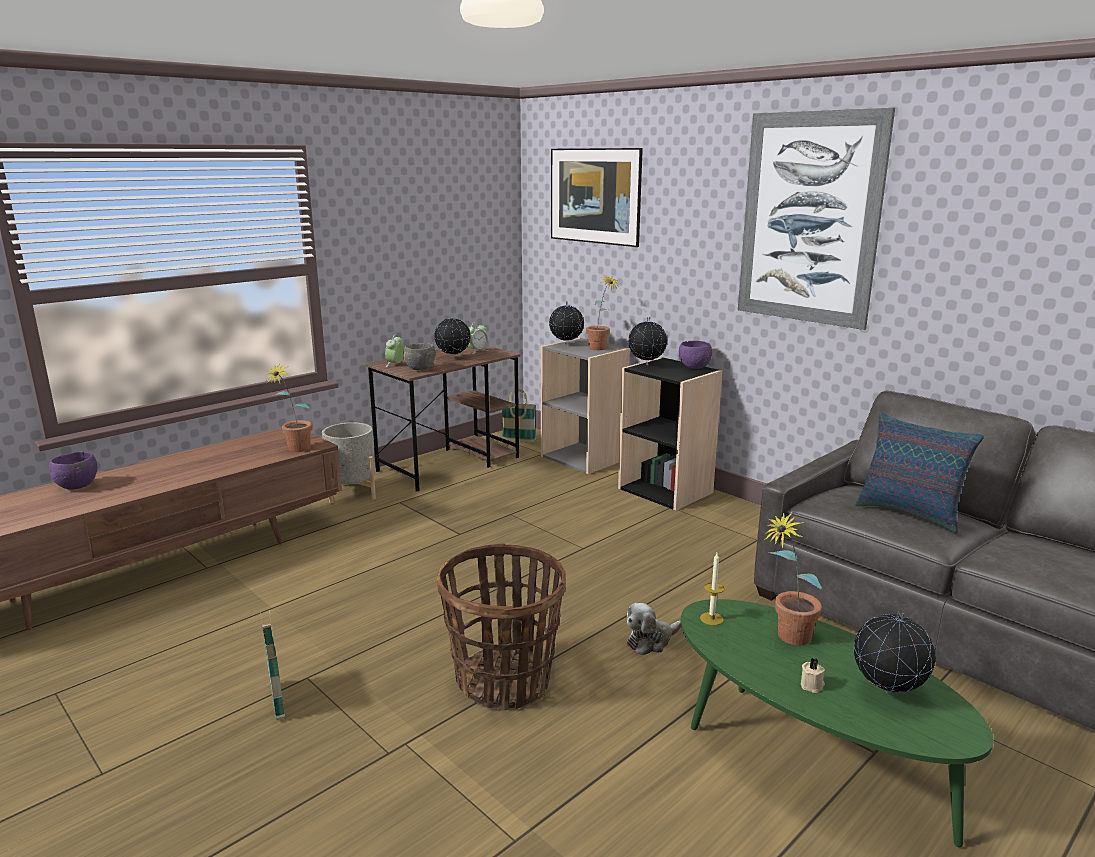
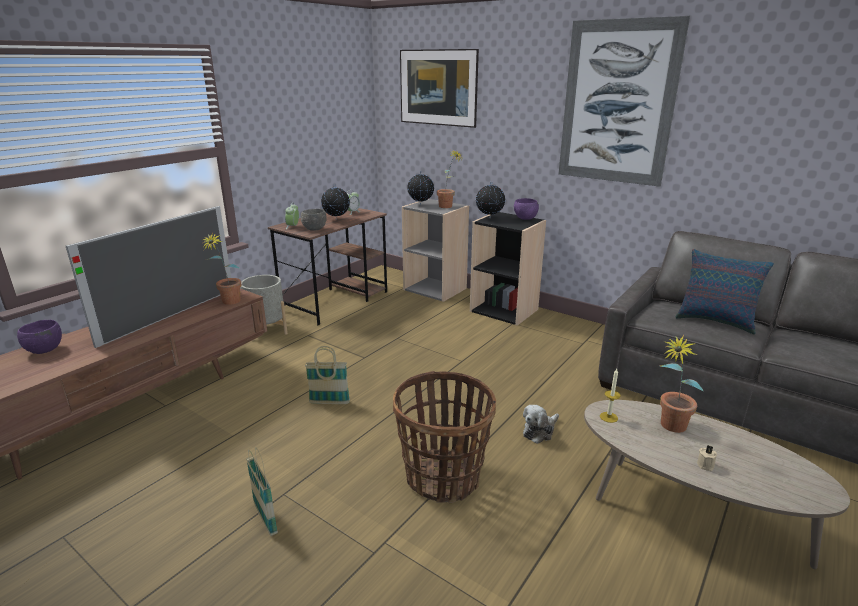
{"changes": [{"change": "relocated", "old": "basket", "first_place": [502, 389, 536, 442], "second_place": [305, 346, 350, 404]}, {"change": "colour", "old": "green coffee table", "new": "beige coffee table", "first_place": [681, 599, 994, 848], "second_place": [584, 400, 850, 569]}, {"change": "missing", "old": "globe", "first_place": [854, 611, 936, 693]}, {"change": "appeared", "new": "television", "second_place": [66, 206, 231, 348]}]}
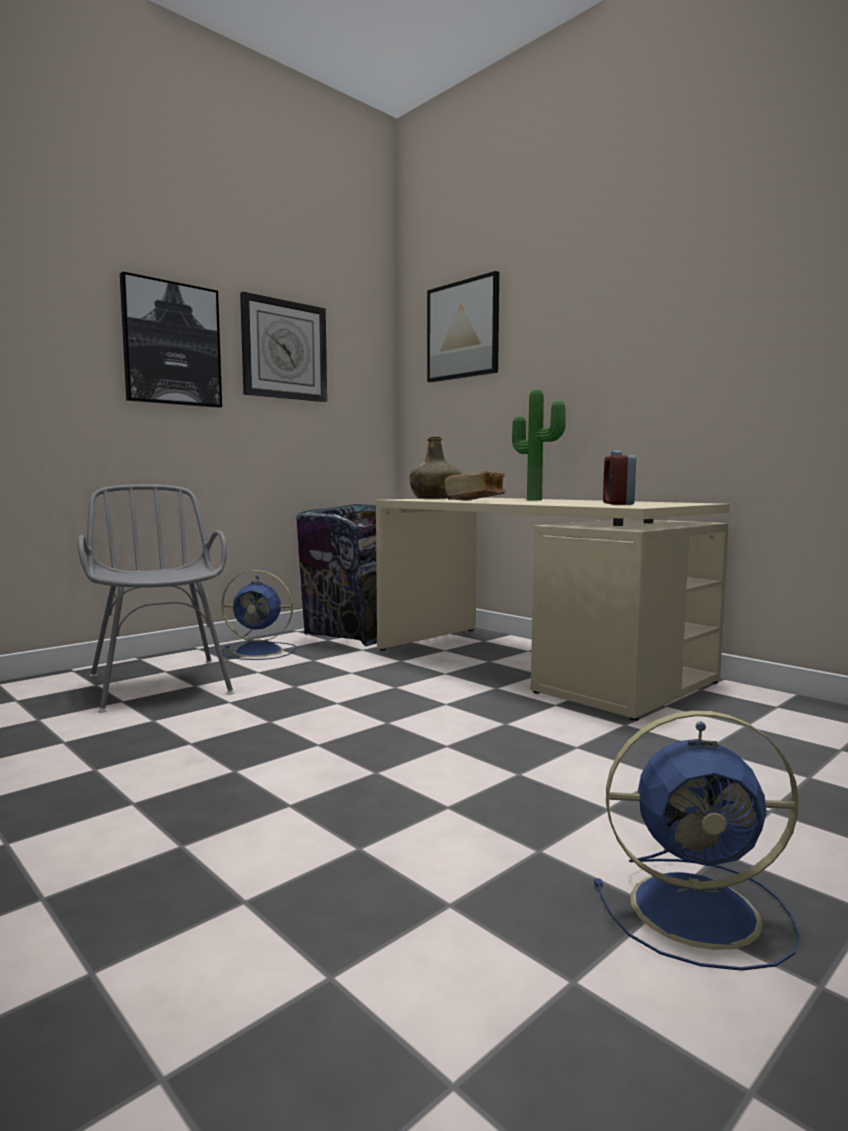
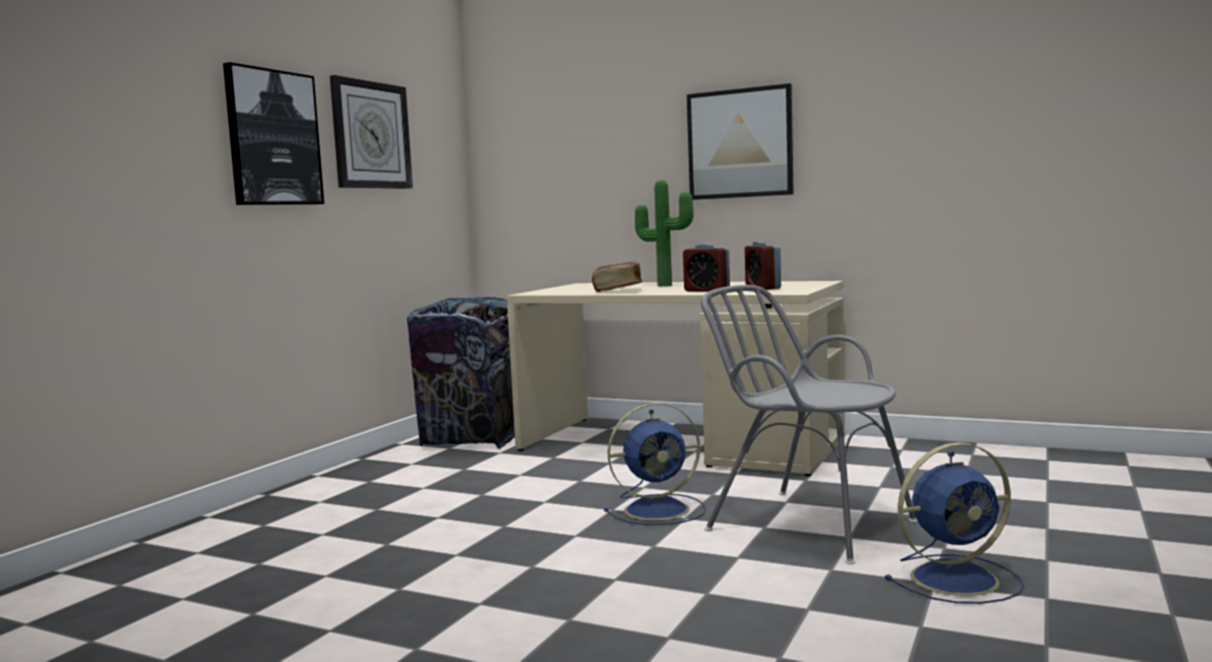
{"changes": [{"change": "relocated", "old": "grey chair", "first_place": [78, 484, 235, 712], "second_place": [701, 285, 918, 564]}, {"change": "relocated", "old": "blue fan", "first_place": [221, 570, 296, 660], "second_place": [604, 403, 706, 525]}, {"change": "missing", "old": "green bottle", "first_place": [410, 436, 461, 499]}, {"change": "relocated", "old": "picture", "first_place": [427, 271, 499, 383], "second_place": [687, 83, 794, 200]}, {"change": "appeared", "new": "alarm clock", "second_place": [683, 244, 730, 292]}]}
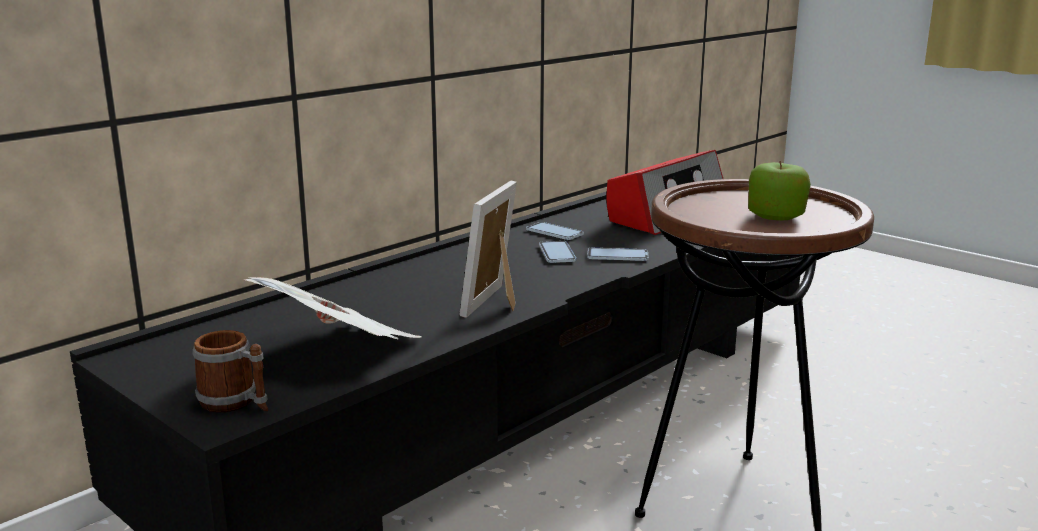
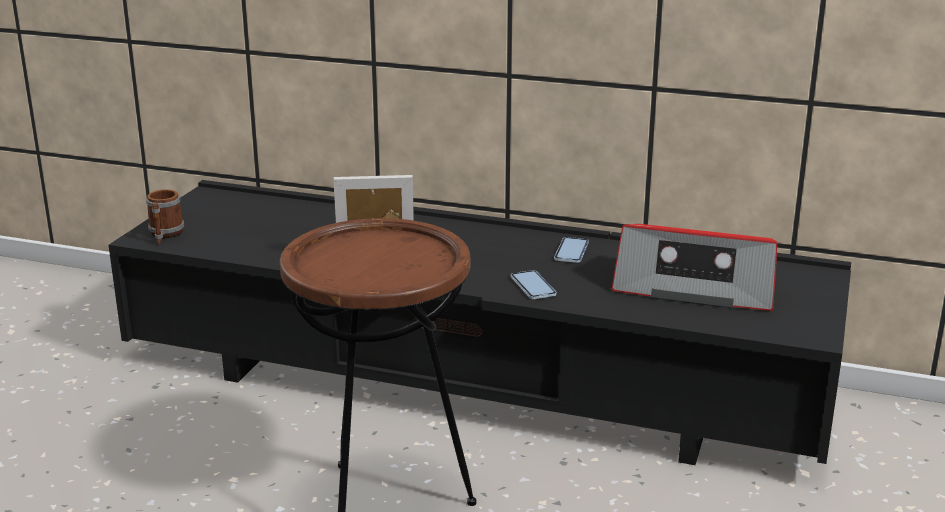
{"changes": [{"change": "missing", "old": "newspaper", "first_place": [244, 277, 421, 340]}, {"change": "missing", "old": "phone", "first_place": [539, 241, 576, 263]}, {"change": "missing", "old": "apple", "first_place": [748, 161, 811, 220]}]}
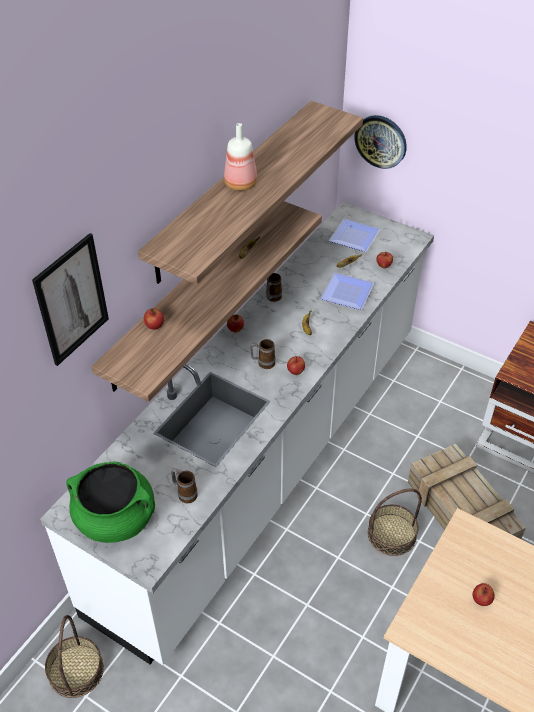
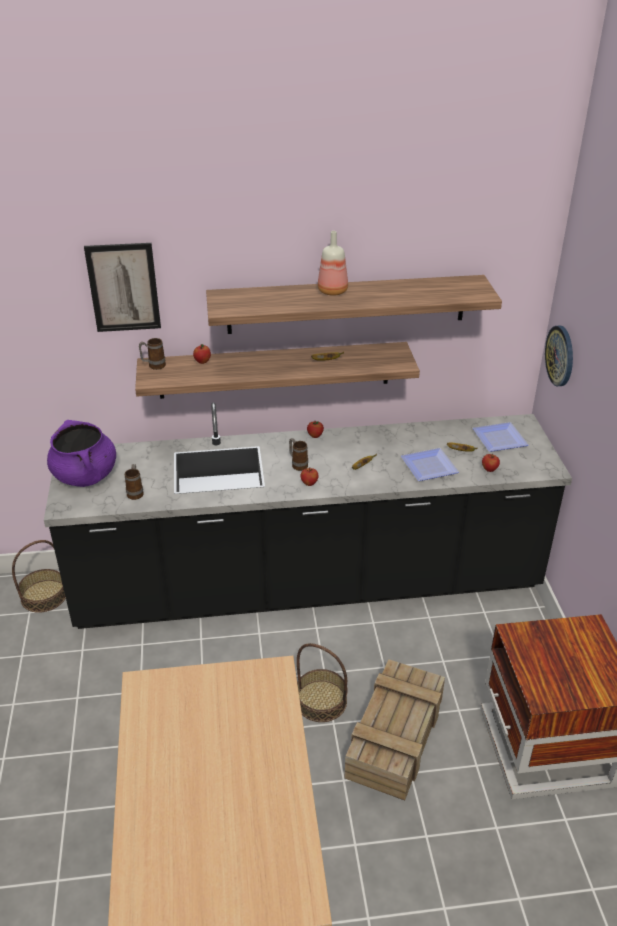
{"changes": [{"change": "colour", "old": "white counter", "new": "black counter", "first_place": [40, 202, 434, 665], "second_place": [44, 403, 572, 629]}, {"change": "colour", "old": "green cooking pot", "new": "purple cooking pot", "first_place": [66, 462, 155, 543], "second_place": [47, 420, 116, 487]}, {"change": "relocated", "old": "mug", "first_place": [266, 273, 282, 302], "second_place": [139, 338, 166, 370]}, {"change": "missing", "old": "apple", "first_place": [473, 583, 495, 606]}]}
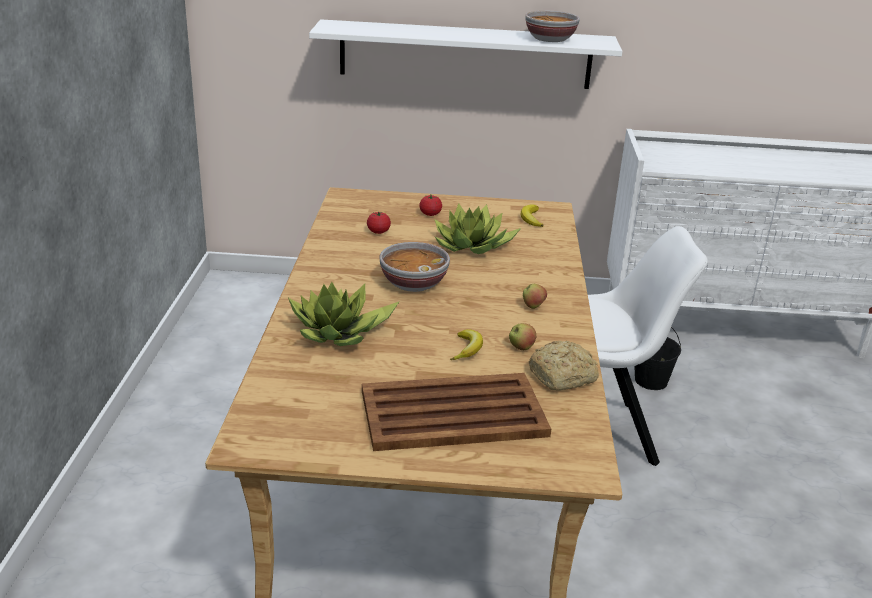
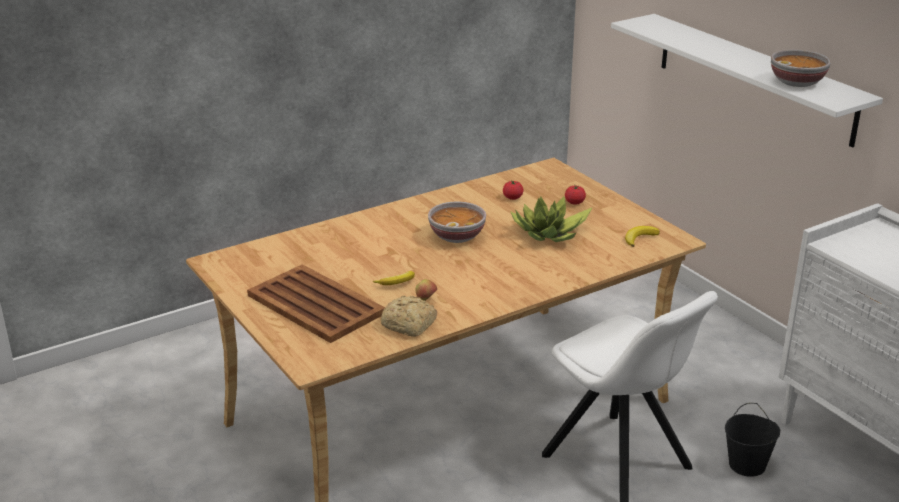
{"changes": [{"change": "missing", "old": "potted plant", "first_place": [288, 282, 400, 346]}, {"change": "missing", "old": "apple", "first_place": [523, 284, 547, 309]}]}
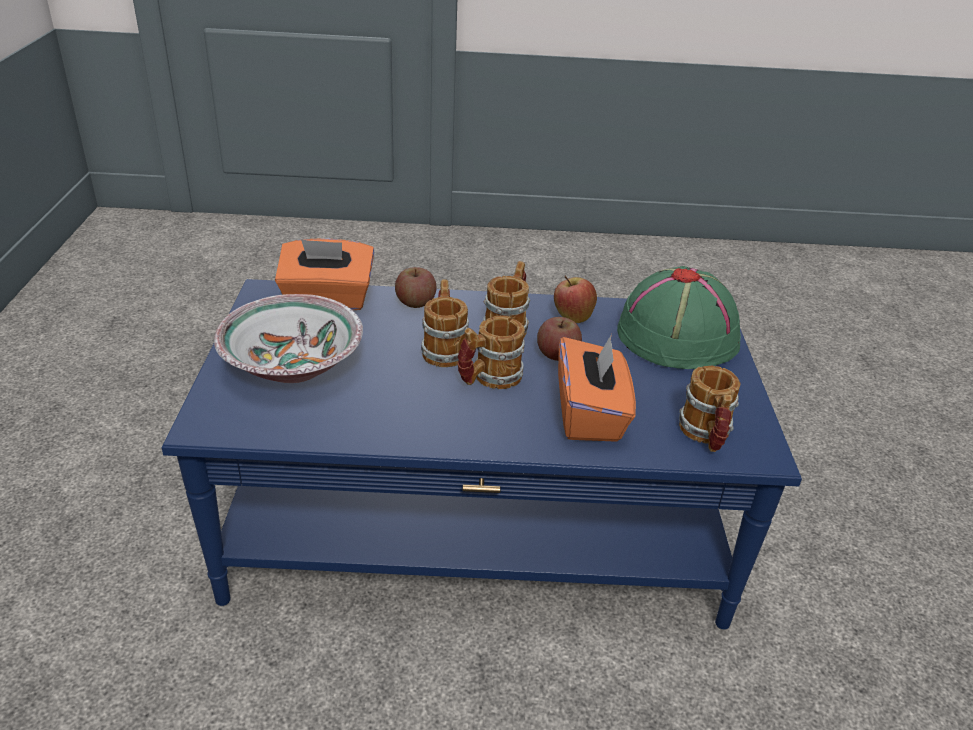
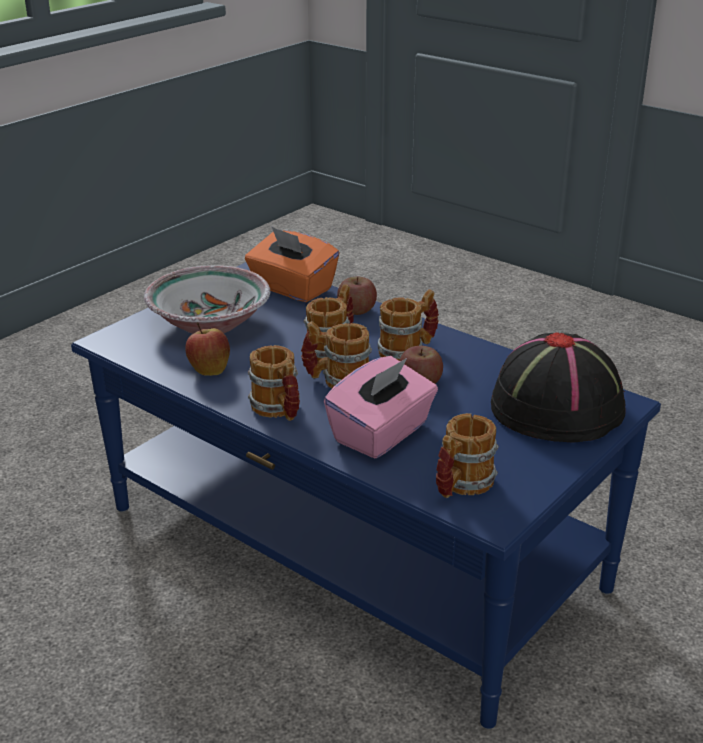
{"changes": [{"change": "relocated", "old": "apple", "first_place": [554, 275, 597, 323], "second_place": [185, 322, 230, 376]}, {"change": "colour", "old": "orange tissue box", "new": "pink tissue box", "first_place": [558, 334, 636, 442], "second_place": [324, 356, 438, 459]}, {"change": "colour", "old": "green hat", "new": "black hat", "first_place": [617, 266, 741, 369], "second_place": [491, 333, 625, 442]}, {"change": "appeared", "new": "mug", "second_place": [248, 345, 300, 421]}]}
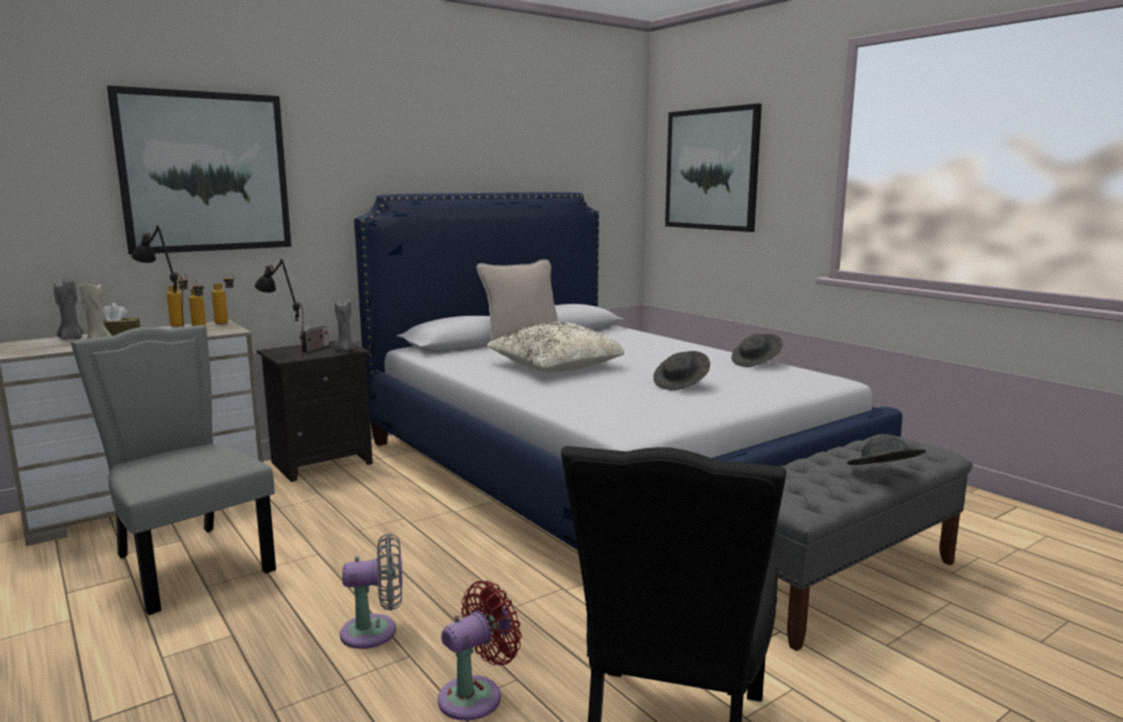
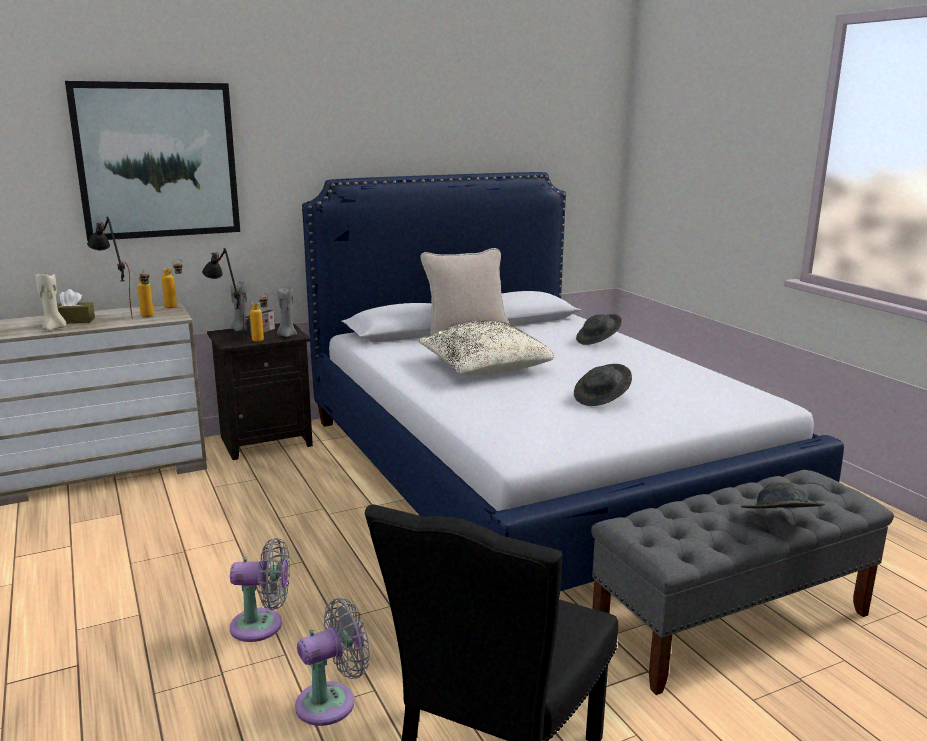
{"changes": [{"change": "relocated", "old": "grey candle", "first_place": [54, 278, 84, 339], "second_place": [231, 281, 247, 332]}, {"change": "missing", "old": "grey chair", "first_place": [71, 325, 276, 615]}, {"change": "relocated", "old": "bottle", "first_place": [167, 274, 188, 327], "second_place": [250, 293, 268, 342]}, {"change": "colour", "old": "red fan", "new": "grey fan", "first_place": [438, 581, 522, 721], "second_place": [295, 598, 370, 726]}, {"change": "missing", "old": "picture", "first_place": [665, 103, 762, 232]}, {"change": "relocated", "old": "grey hat", "first_place": [731, 334, 783, 367], "second_place": [576, 314, 622, 345]}]}
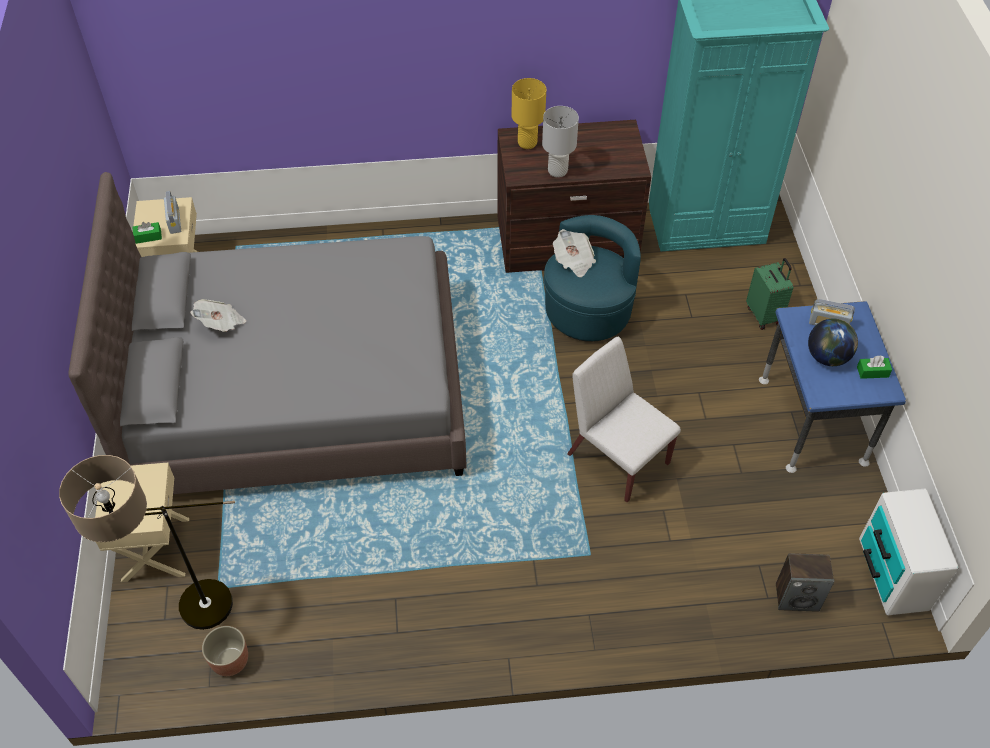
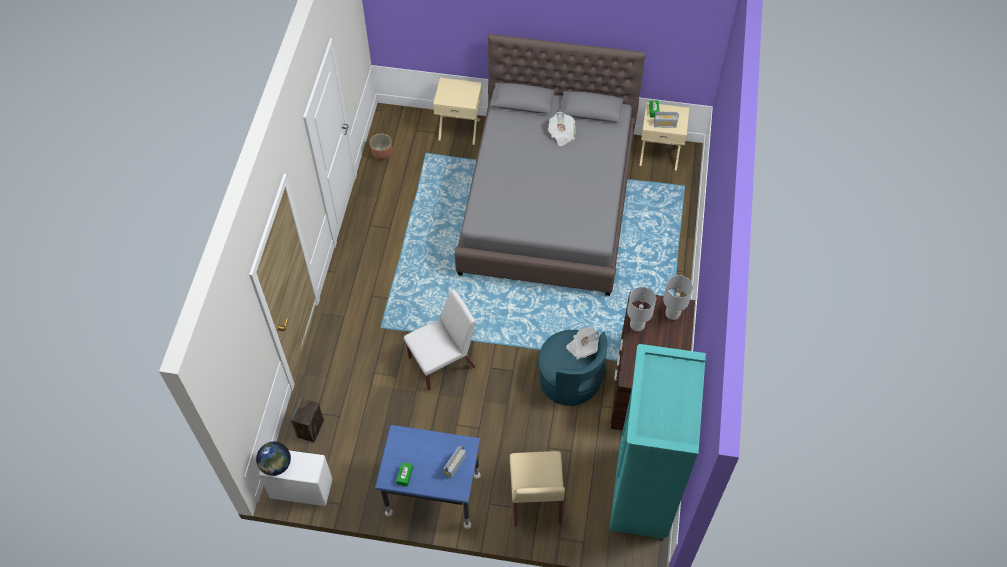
{"changes": [{"change": "missing", "old": "floor lamp", "first_place": [59, 455, 235, 630]}, {"change": "colour", "old": "yellow table lamp", "new": "grey table lamp", "first_place": [512, 78, 546, 149], "second_place": [663, 275, 693, 320]}, {"change": "exchanged", "old": "green suitcase", "new": "beige chair", "first_place": [746, 258, 793, 330], "second_place": [510, 451, 565, 527]}, {"change": "relocated", "old": "globe", "first_place": [808, 319, 858, 366], "second_place": [256, 442, 291, 476]}]}
